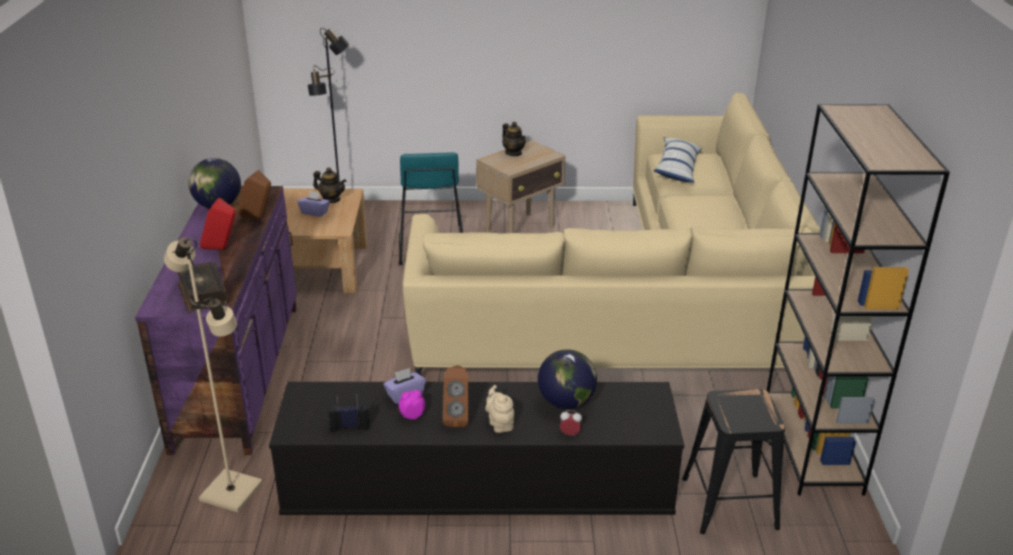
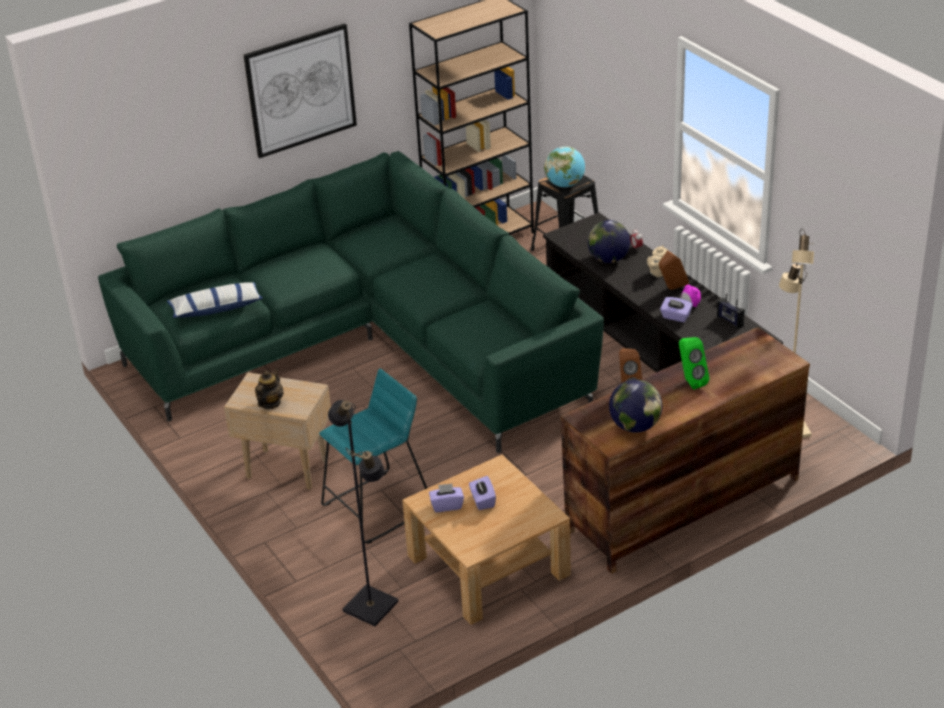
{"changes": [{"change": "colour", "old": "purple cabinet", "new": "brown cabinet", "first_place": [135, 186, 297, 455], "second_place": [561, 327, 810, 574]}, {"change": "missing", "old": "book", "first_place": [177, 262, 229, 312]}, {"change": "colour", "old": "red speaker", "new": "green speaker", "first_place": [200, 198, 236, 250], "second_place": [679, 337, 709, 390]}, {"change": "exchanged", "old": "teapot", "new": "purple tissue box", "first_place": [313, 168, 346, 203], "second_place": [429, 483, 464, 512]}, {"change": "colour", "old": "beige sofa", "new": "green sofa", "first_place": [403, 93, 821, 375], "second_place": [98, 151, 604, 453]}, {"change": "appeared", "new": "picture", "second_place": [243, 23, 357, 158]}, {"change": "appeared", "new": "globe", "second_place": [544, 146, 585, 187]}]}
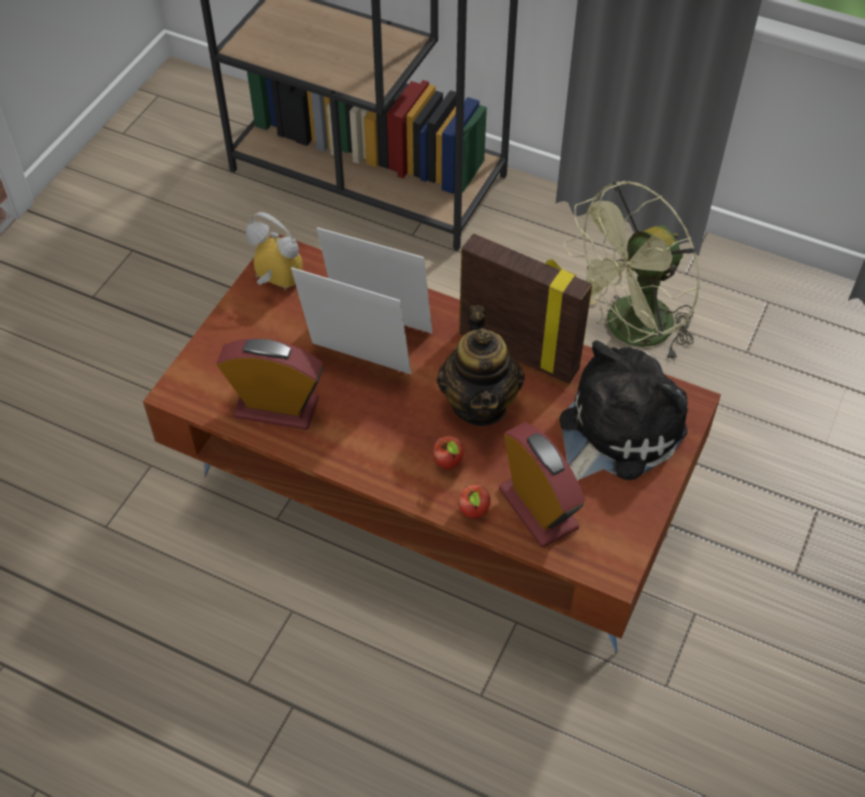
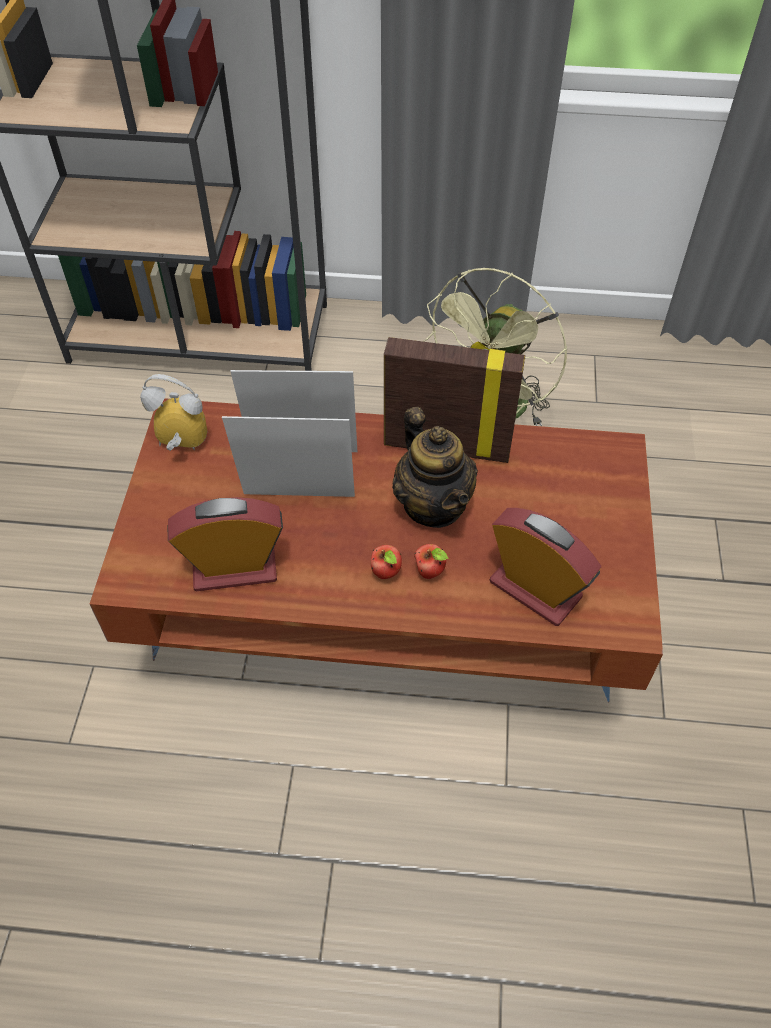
{"changes": [{"change": "relocated", "old": "apple", "first_place": [458, 485, 491, 518], "second_place": [371, 545, 402, 579]}, {"change": "missing", "old": "plush toy", "first_place": [559, 341, 688, 481]}]}
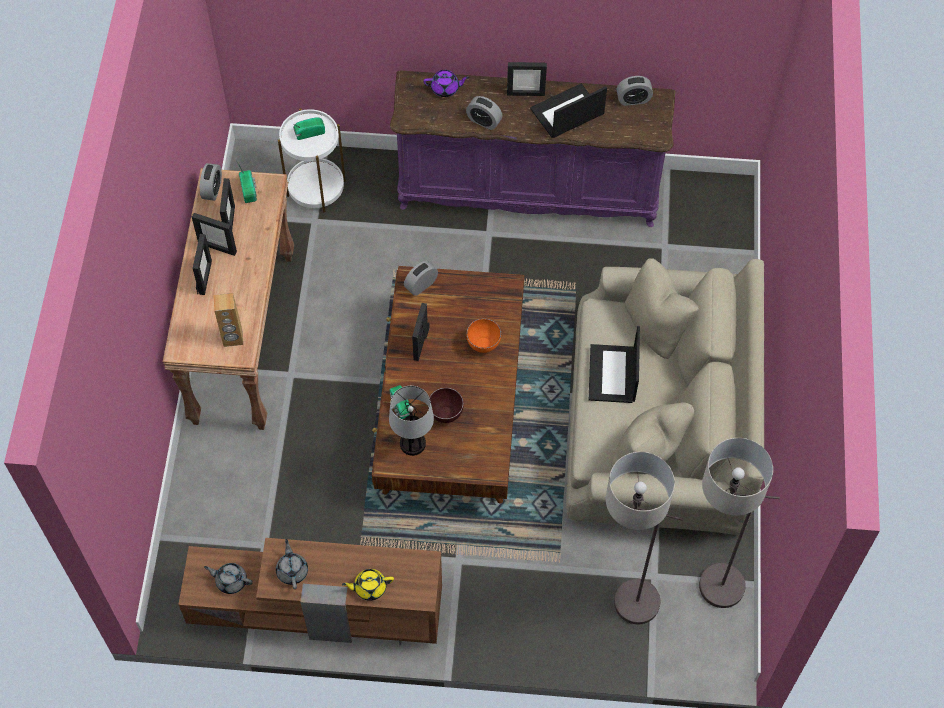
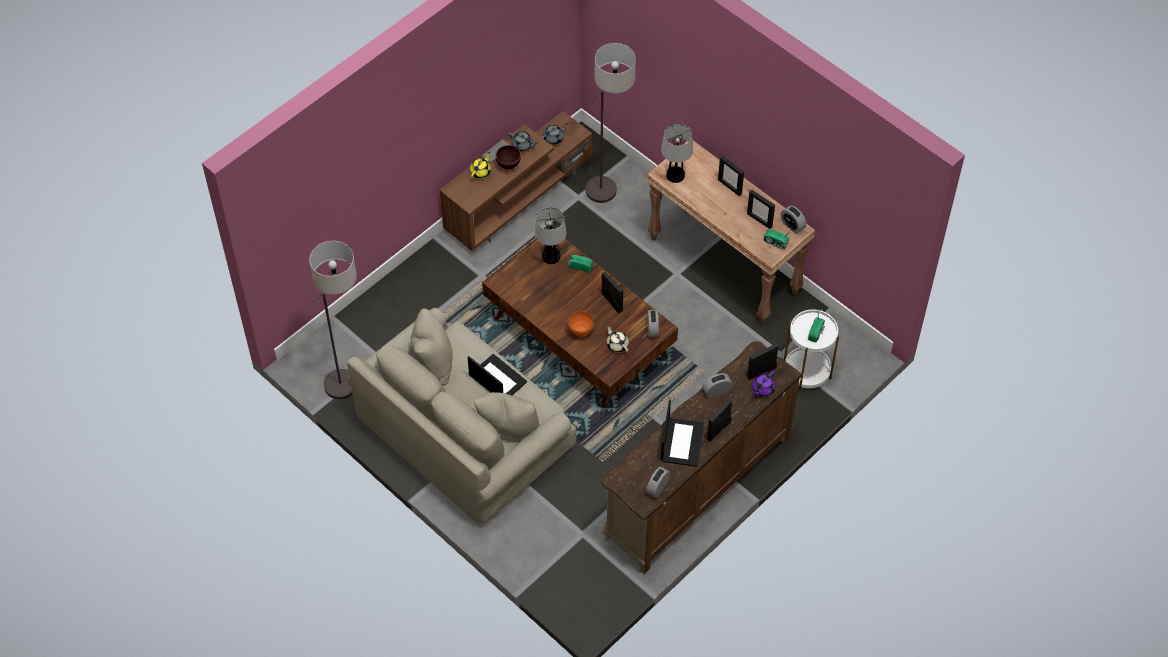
{"changes": [{"change": "relocated", "old": "picture frame", "first_place": [192, 213, 237, 256], "second_place": [747, 343, 779, 380]}, {"change": "exchanged", "old": "brown speaker", "new": "table lamp", "first_place": [213, 293, 243, 347], "second_place": [661, 124, 693, 183]}, {"change": "colour", "old": "purple cabinet", "new": "beige cabinet", "first_place": [390, 70, 675, 227], "second_place": [601, 341, 803, 574]}, {"change": "relocated", "old": "brown bowl", "first_place": [428, 388, 464, 423], "second_place": [496, 145, 521, 170]}, {"change": "relocated", "old": "grey floor lamp", "first_place": [606, 452, 683, 625], "second_place": [586, 43, 636, 203]}, {"change": "appeared", "new": "beige teapot", "second_place": [607, 324, 629, 352]}]}
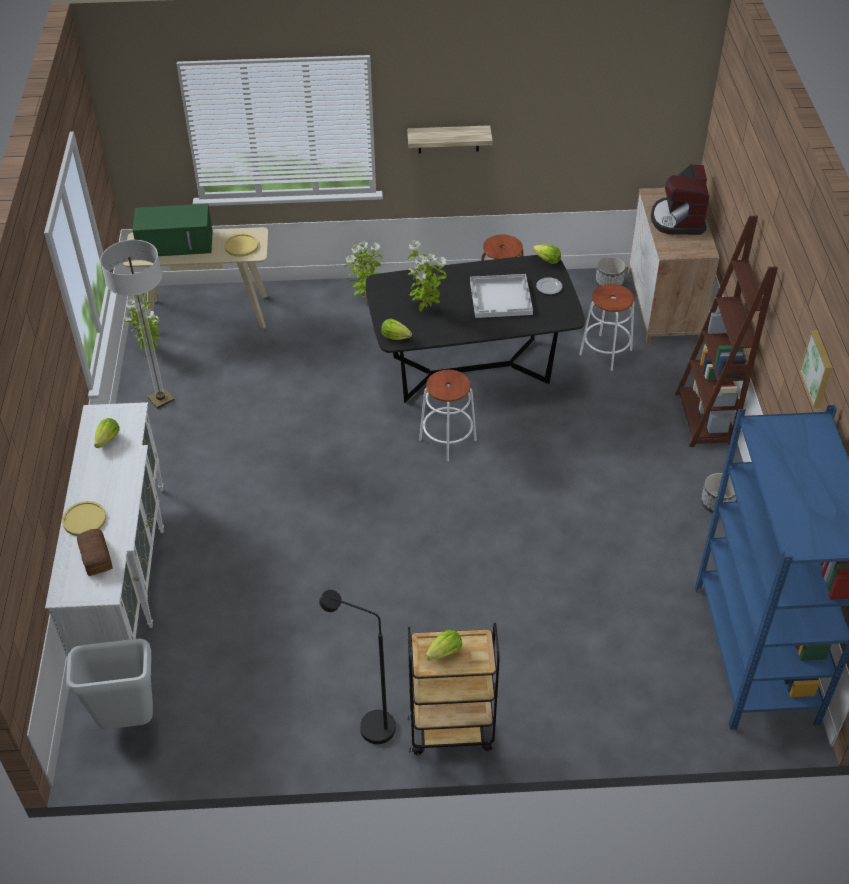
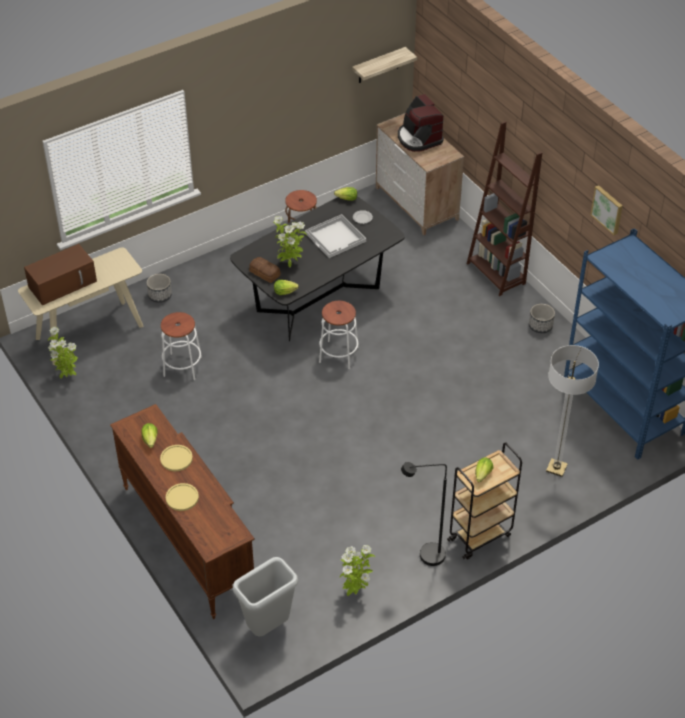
{"changes": [{"change": "colour", "old": "white cabinet", "new": "brown cabinet", "first_place": [45, 402, 164, 657], "second_place": [110, 404, 255, 619]}, {"change": "relocated", "old": "bread", "first_place": [77, 529, 113, 576], "second_place": [249, 257, 281, 283]}, {"change": "relocated", "old": "floor lamp", "first_place": [100, 240, 174, 409], "second_place": [546, 345, 599, 477]}, {"change": "colour", "old": "green microwave", "new": "brown microwave", "first_place": [133, 204, 213, 256], "second_place": [24, 244, 97, 305]}, {"change": "relocated", "old": "yellow plate", "first_place": [224, 233, 258, 257], "second_place": [160, 445, 193, 471]}, {"change": "relocated", "old": "potted plant", "first_place": [345, 241, 383, 299], "second_place": [340, 545, 375, 596]}, {"change": "relocated", "old": "shelf", "first_place": [407, 125, 493, 154], "second_place": [352, 47, 417, 83]}, {"change": "relocated", "old": "white stool", "first_place": [579, 284, 634, 371], "second_place": [161, 312, 202, 380]}, {"change": "relocated", "old": "planter", "first_place": [595, 257, 626, 286], "second_place": [147, 274, 172, 303]}]}
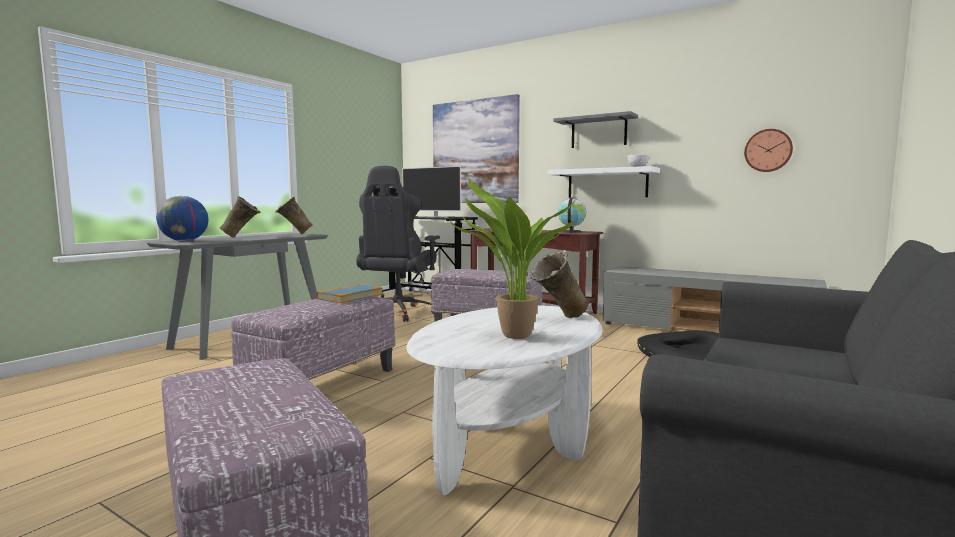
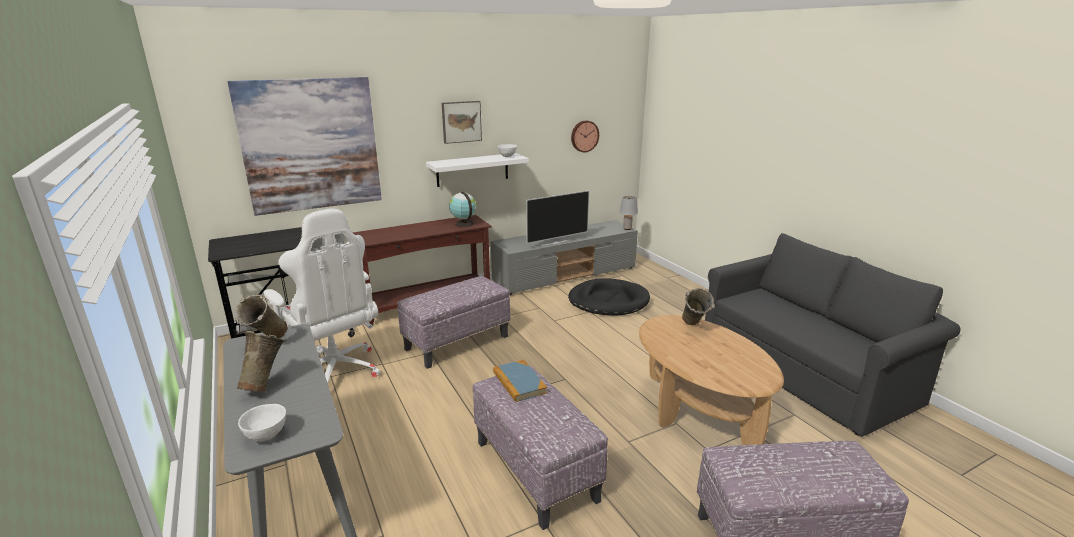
{"changes": [{"change": "exchanged", "old": "globe", "new": "white bowl", "first_place": [156, 196, 208, 241], "second_place": [238, 404, 286, 442]}, {"change": "colour", "old": "black office chair", "new": "white office chair", "first_place": [356, 166, 440, 322], "second_place": [264, 209, 380, 383]}, {"change": "relocated", "old": "television", "first_place": [402, 166, 461, 217], "second_place": [526, 190, 589, 246]}, {"change": "colour", "old": "white coffee table", "new": "brown coffee table", "first_place": [407, 305, 603, 495], "second_place": [639, 315, 784, 445]}, {"change": "missing", "old": "potted plant", "first_place": [451, 179, 575, 339]}, {"change": "exchanged", "old": "grey shelf", "new": "picture", "first_place": [553, 111, 638, 148], "second_place": [442, 101, 482, 144]}, {"change": "appeared", "new": "grey table lamp", "second_place": [620, 196, 638, 230]}]}
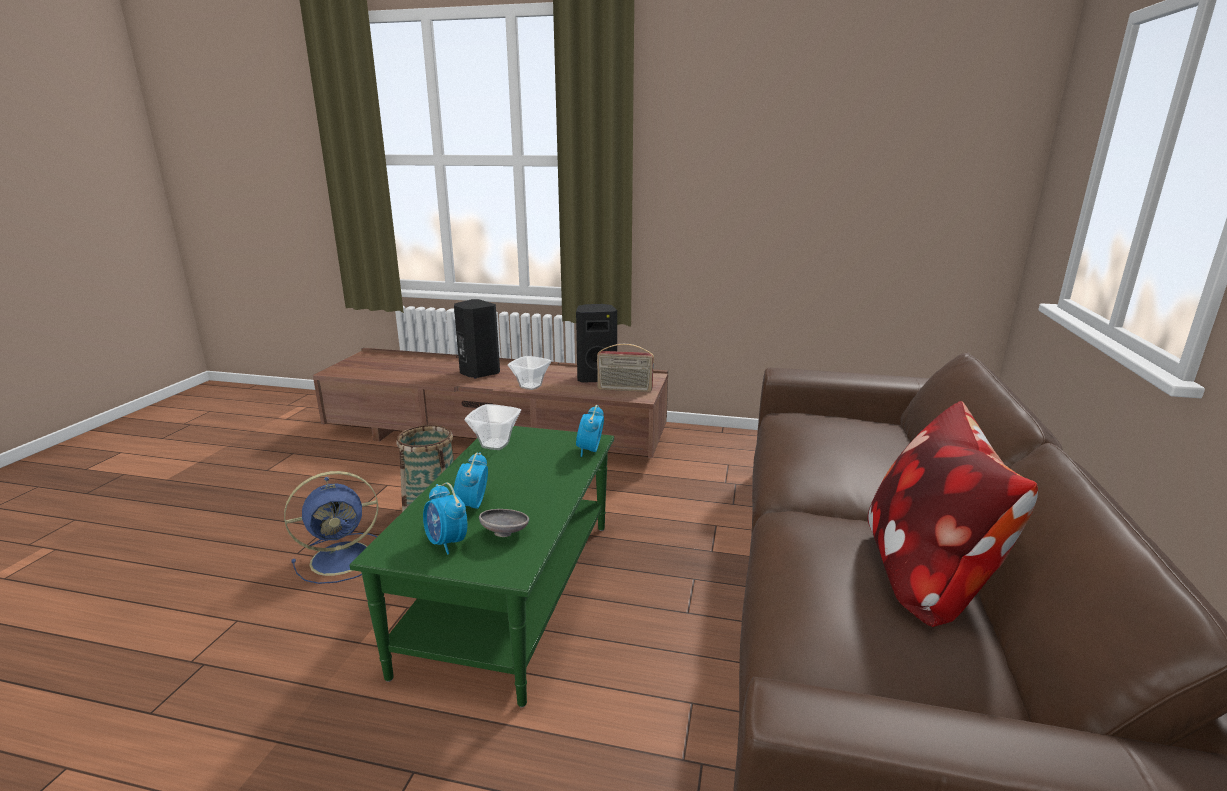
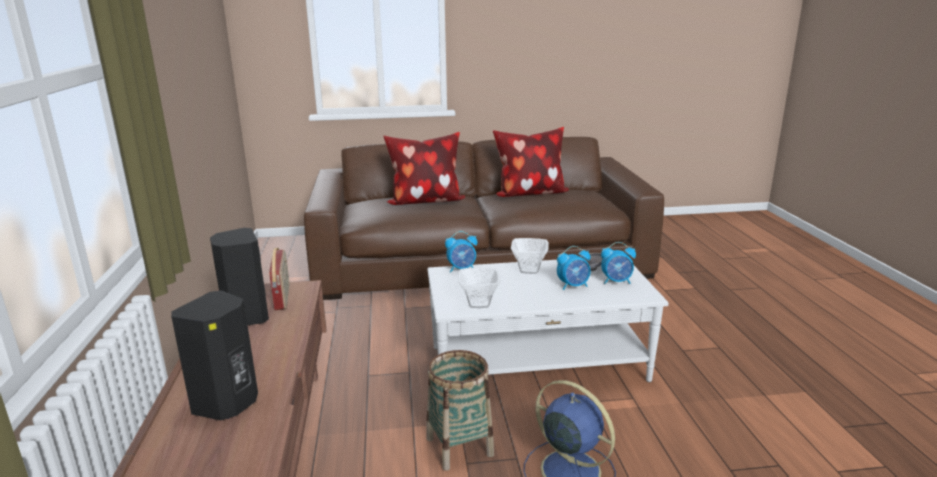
{"changes": [{"change": "colour", "old": "green coffee table", "new": "white coffee table", "first_place": [349, 426, 614, 707], "second_place": [427, 260, 669, 382]}, {"change": "spun", "old": "alarm clock", "first_place": [423, 483, 468, 555], "second_place": [601, 242, 636, 284], "degrees": 60}, {"change": "relocated", "old": "bowl", "first_place": [508, 356, 551, 390], "second_place": [511, 238, 549, 274]}, {"change": "appeared", "new": "pillow", "second_place": [384, 132, 465, 205]}]}
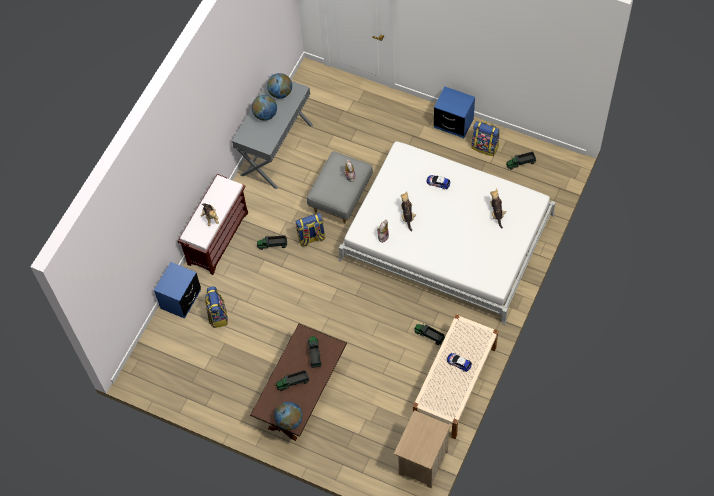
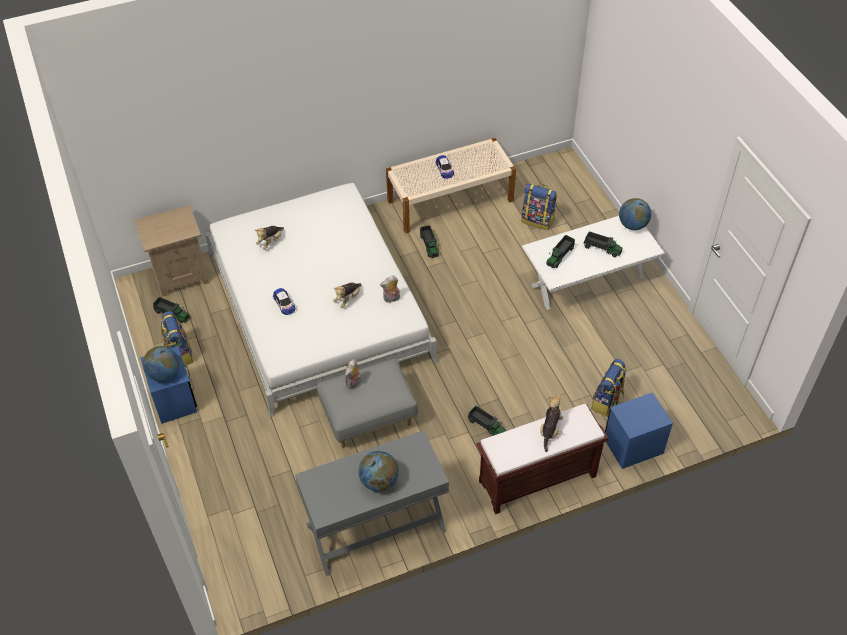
{"changes": [{"change": "colour", "old": "brown coffee table", "new": "white coffee table", "first_place": [250, 324, 347, 441], "second_place": [521, 216, 665, 310]}, {"change": "relocated", "old": "globe", "first_place": [267, 73, 292, 99], "second_place": [142, 346, 179, 382]}, {"change": "relocated", "old": "backpack", "first_place": [295, 213, 325, 247], "second_place": [521, 183, 557, 230]}, {"change": "relocated", "old": "beige nightstand", "first_place": [394, 410, 451, 488], "second_place": [135, 205, 209, 297]}]}
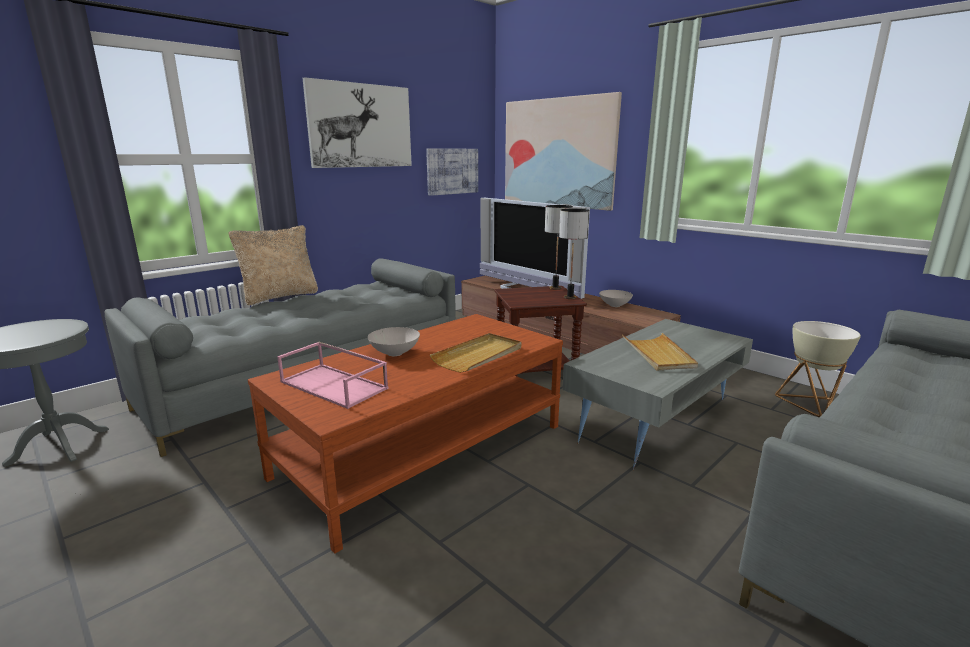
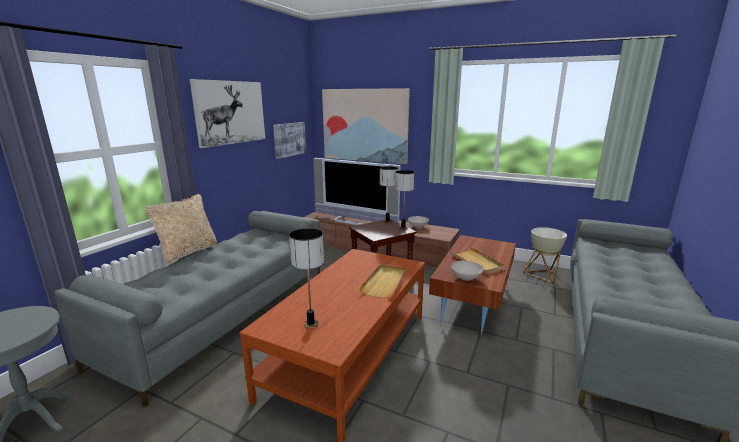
{"changes": [{"change": "exchanged", "old": "pink tray", "new": "table lamp", "first_place": [277, 342, 388, 409], "second_place": [289, 228, 324, 329]}, {"change": "relocated", "old": "white bowl", "first_place": [368, 327, 420, 356], "second_place": [451, 261, 484, 280]}, {"change": "colour", "old": "grey coffee table", "new": "brown coffee table", "first_place": [562, 319, 753, 470], "second_place": [429, 235, 516, 336]}]}
